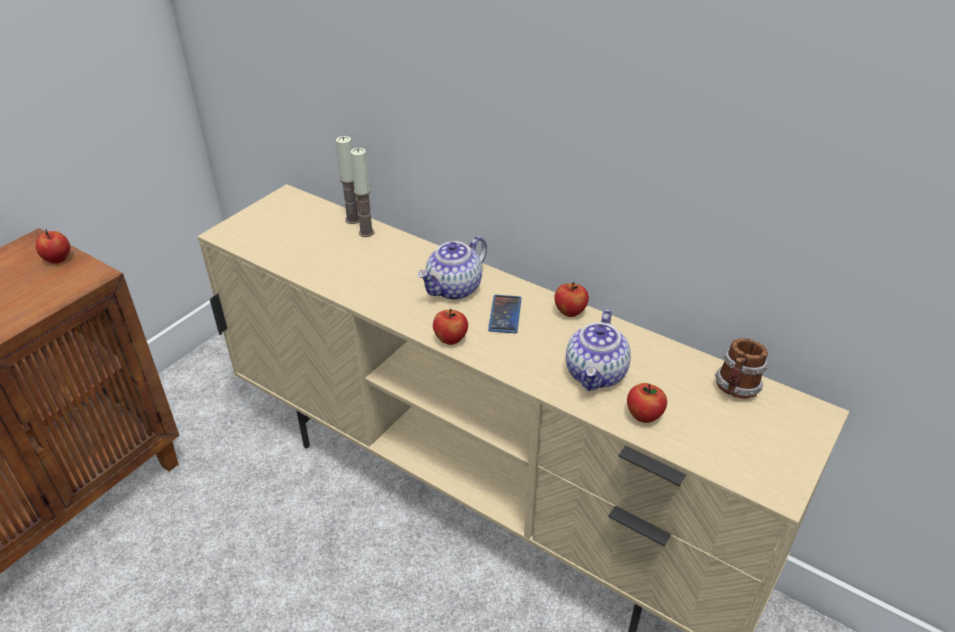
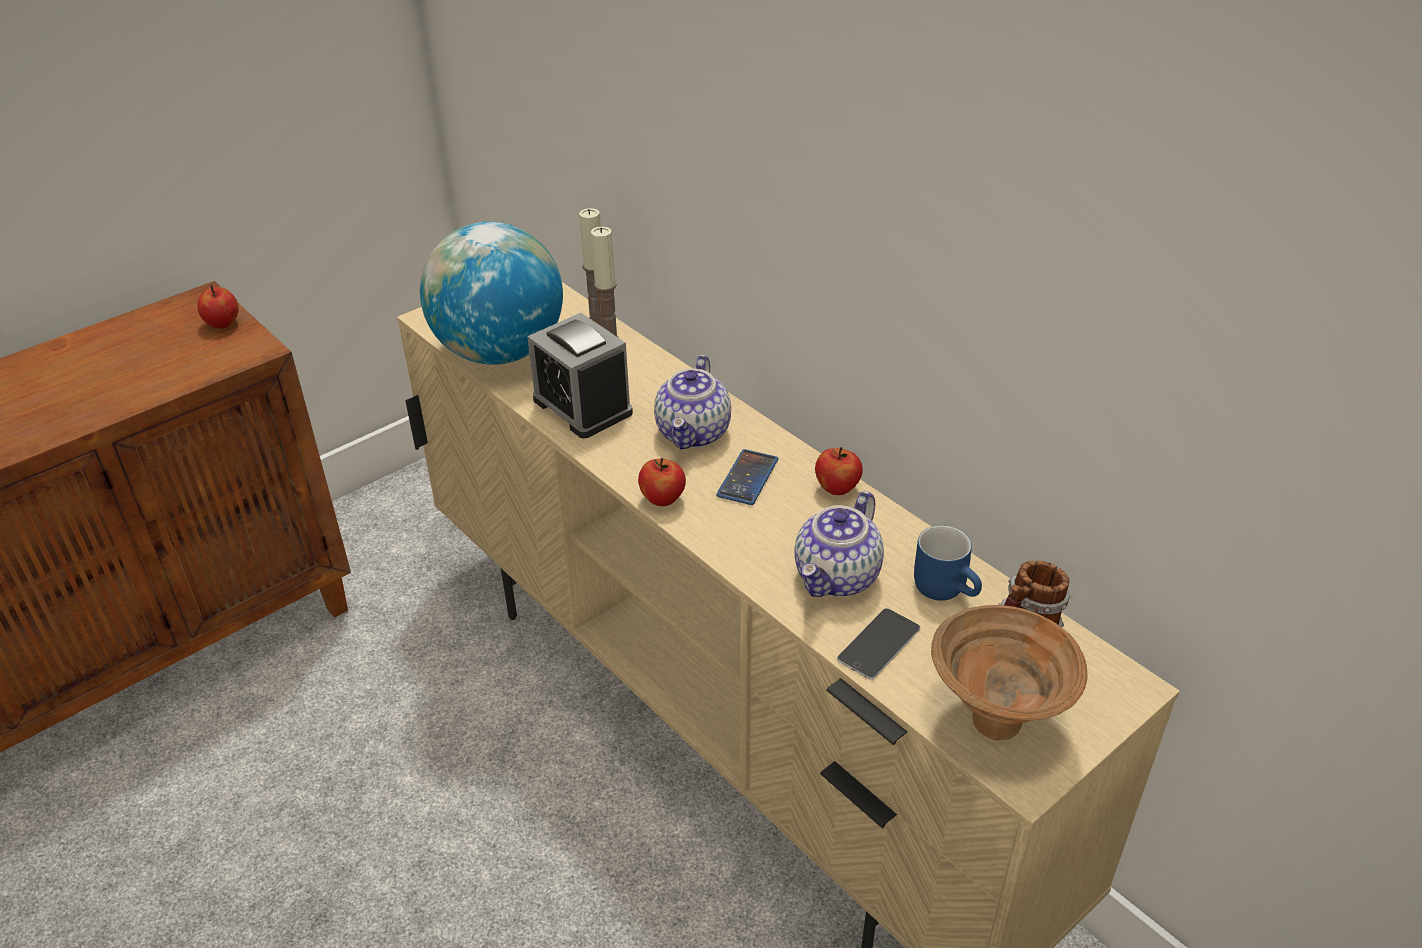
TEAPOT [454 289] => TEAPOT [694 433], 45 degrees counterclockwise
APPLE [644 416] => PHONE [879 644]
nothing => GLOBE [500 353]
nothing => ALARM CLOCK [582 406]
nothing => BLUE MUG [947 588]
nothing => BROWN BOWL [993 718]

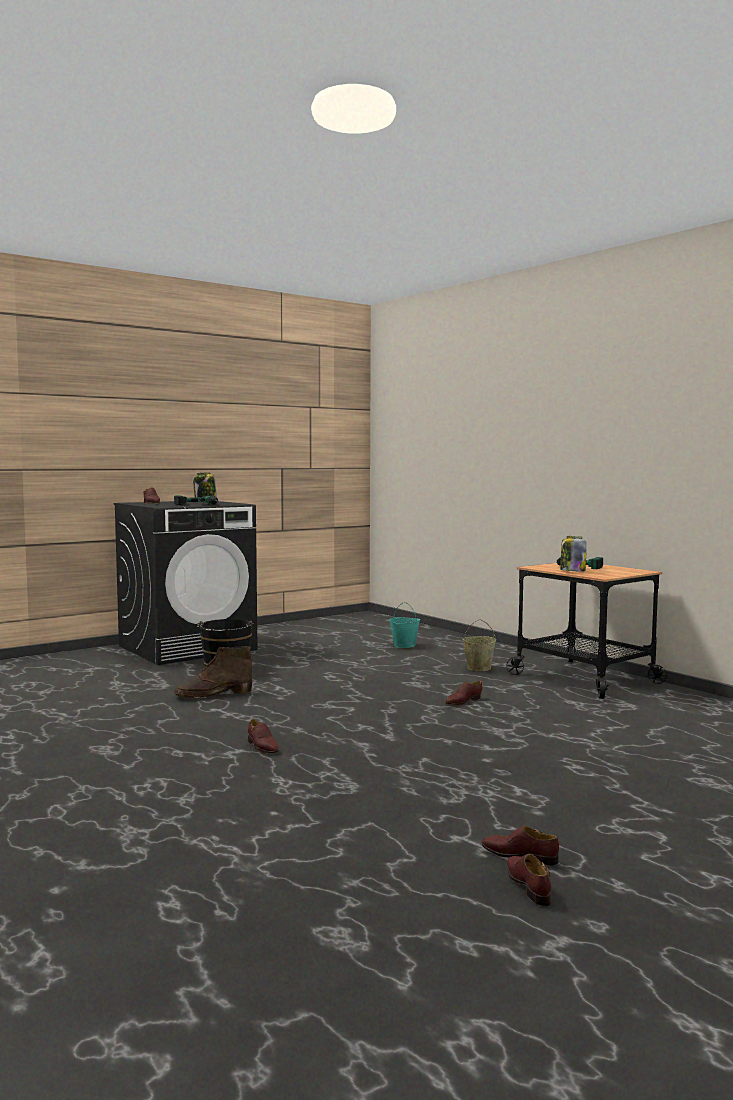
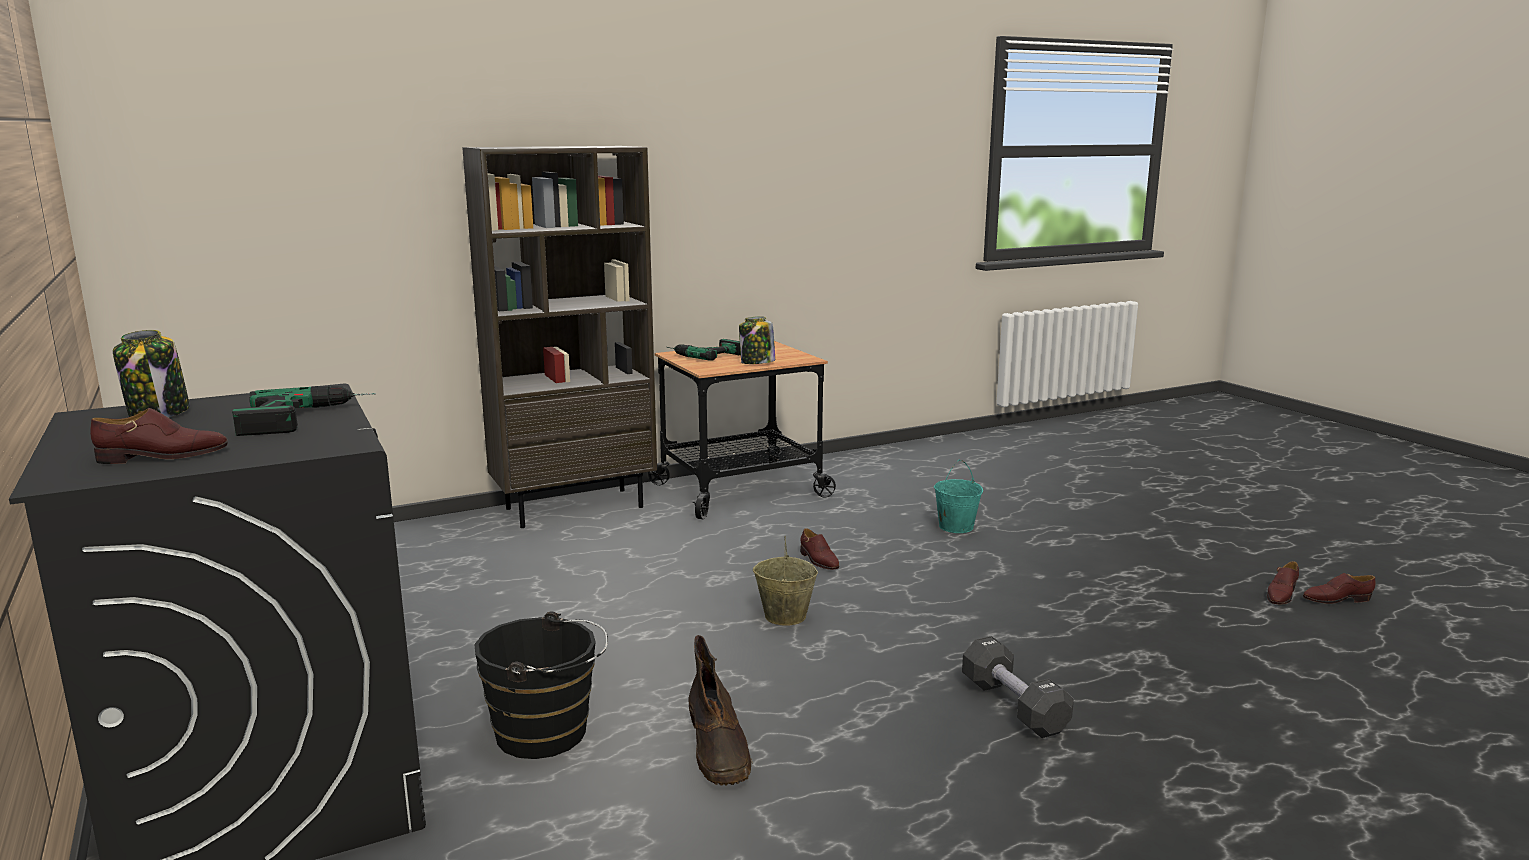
TURQUOISE BUCKET [405 645] => TURQUOISE BUCKET [955 526], relocated
BEIGE BUCKET [479 668] => BEIGE BUCKET [784 616], relocated
BROWN SHOE [262 747] => BLACK DUMBBELL [1013 706]
nothing => BROWN BOOKCASE [575 507]

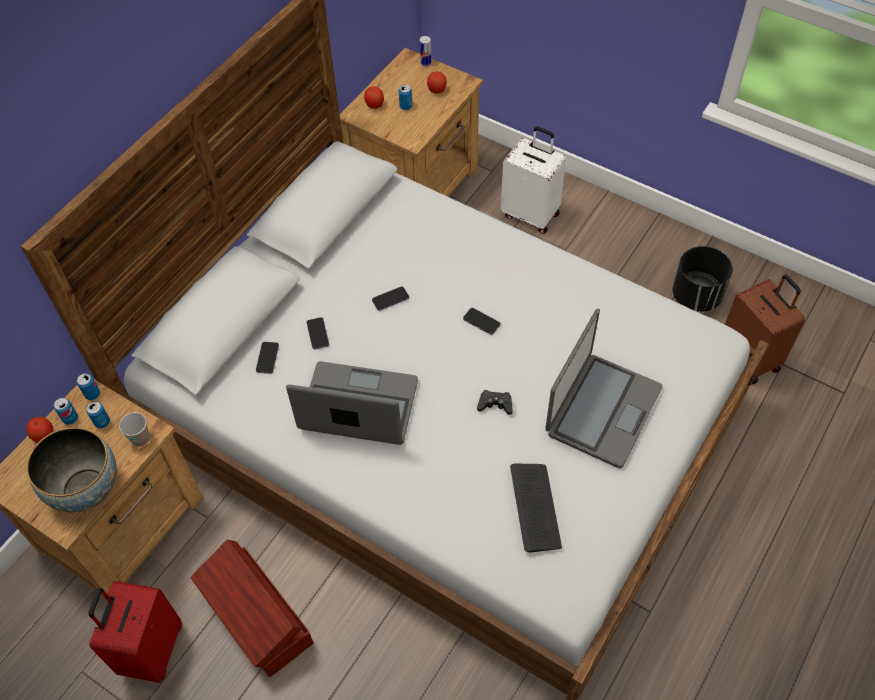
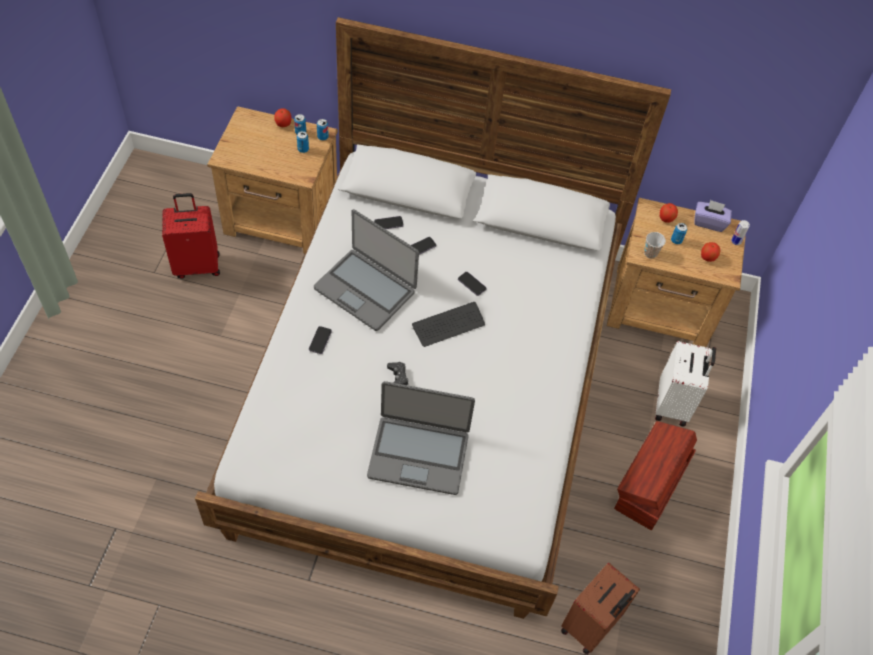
BLACK PLANTER [696 296] => nothing
PHONE [481 322] => PHONE [320 340], relocated
LAPTOP [358 407] => LAPTOP [365 289], 135 degrees clockwise
CUP [140 439] => CUP [650 253], relocated
BOWL [86 489] => nothing
KEYBOARD [535 507] => KEYBOARD [448 325], relocated
BROWN STORAGE BOX [258 619] => BROWN STORAGE BOX [650 485], relocated
nothing => PURPLE TISSUE BOX [709 222]

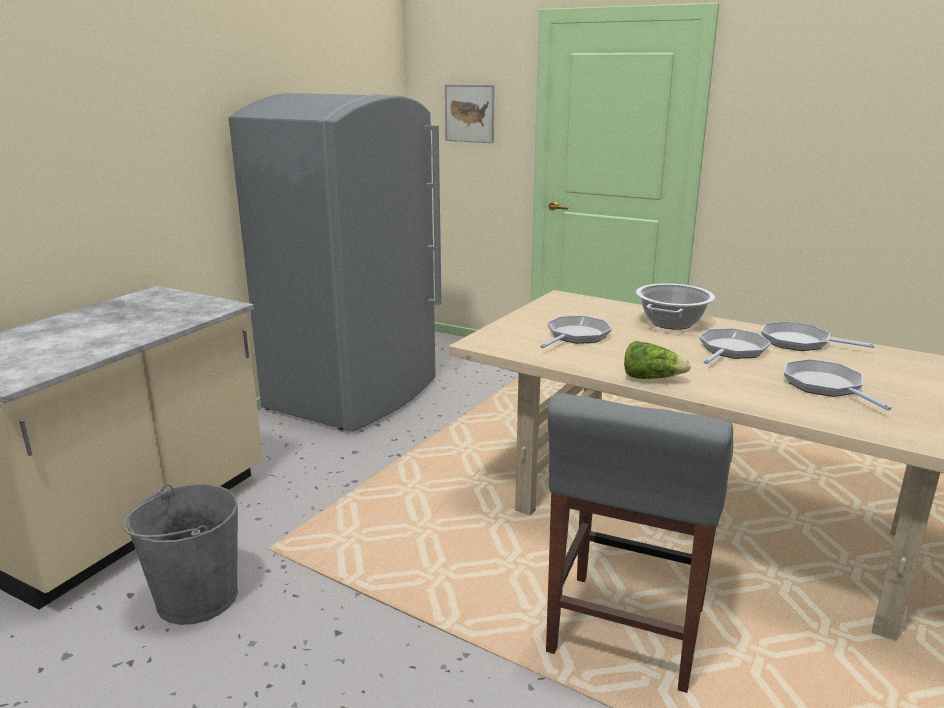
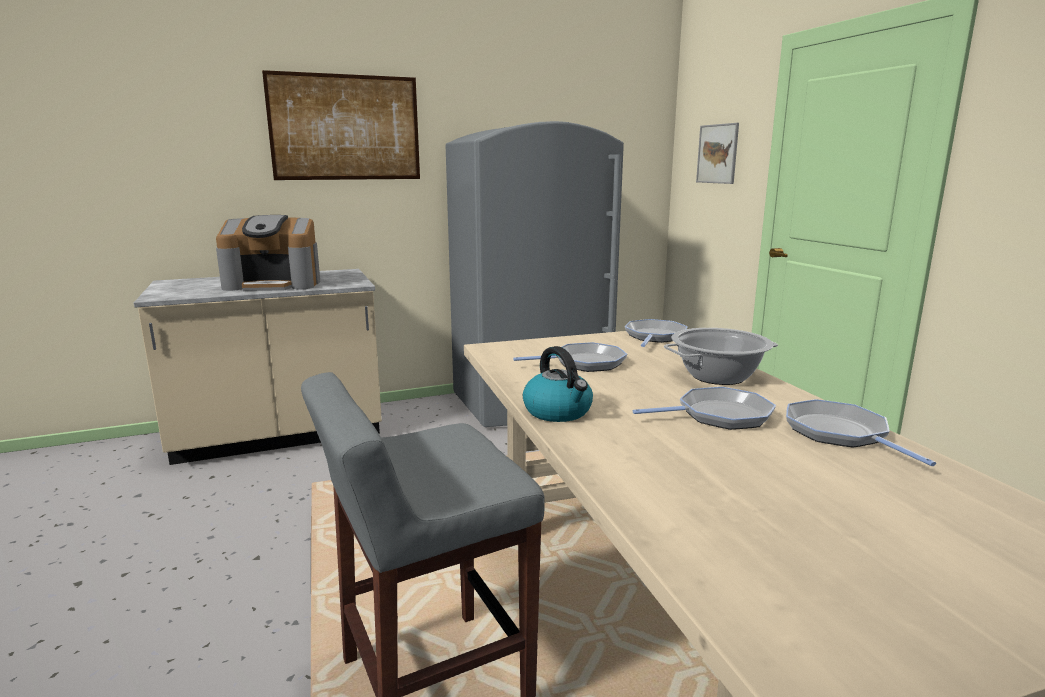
LETTUCE [651 378] => KETTLE [558 412]
FRYING PAN [825 386] => FRYING PAN [654 337], relocated
GREY BUCKET [196 598] => nothing
nothing => PICTURE [345 128]
nothing => COFFEE MACHINE [274 284]

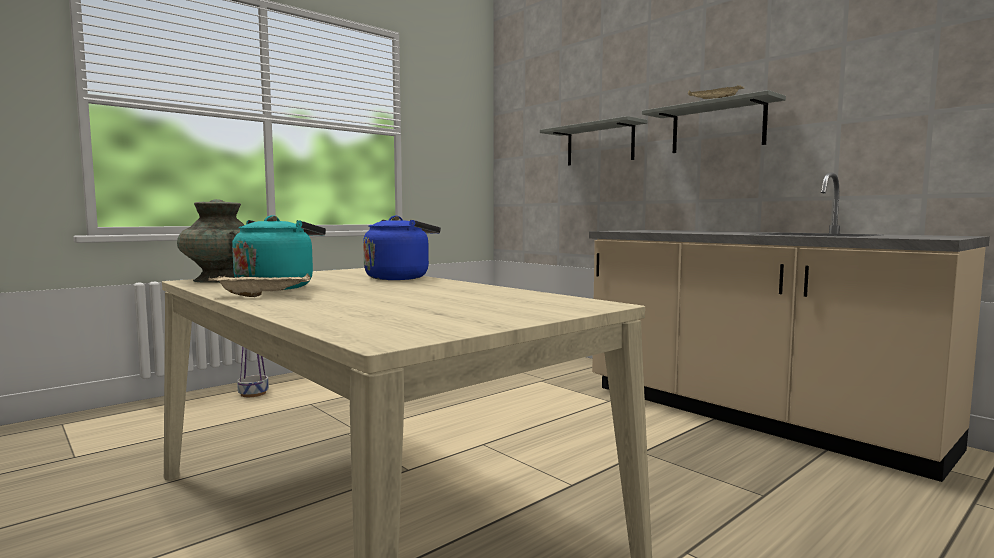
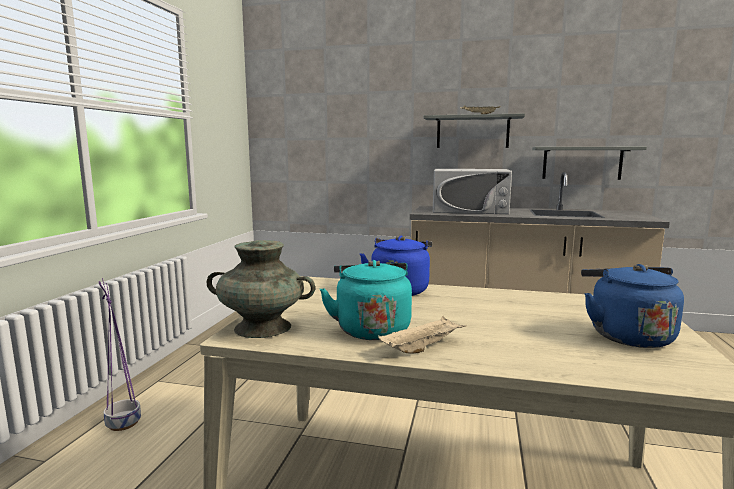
GREY SHELF [600 144] => GREY SHELF [582 163], relocated
nothing => WHITE MICROWAVE [469 210]
nothing => BLUE KETTLE [626 335]

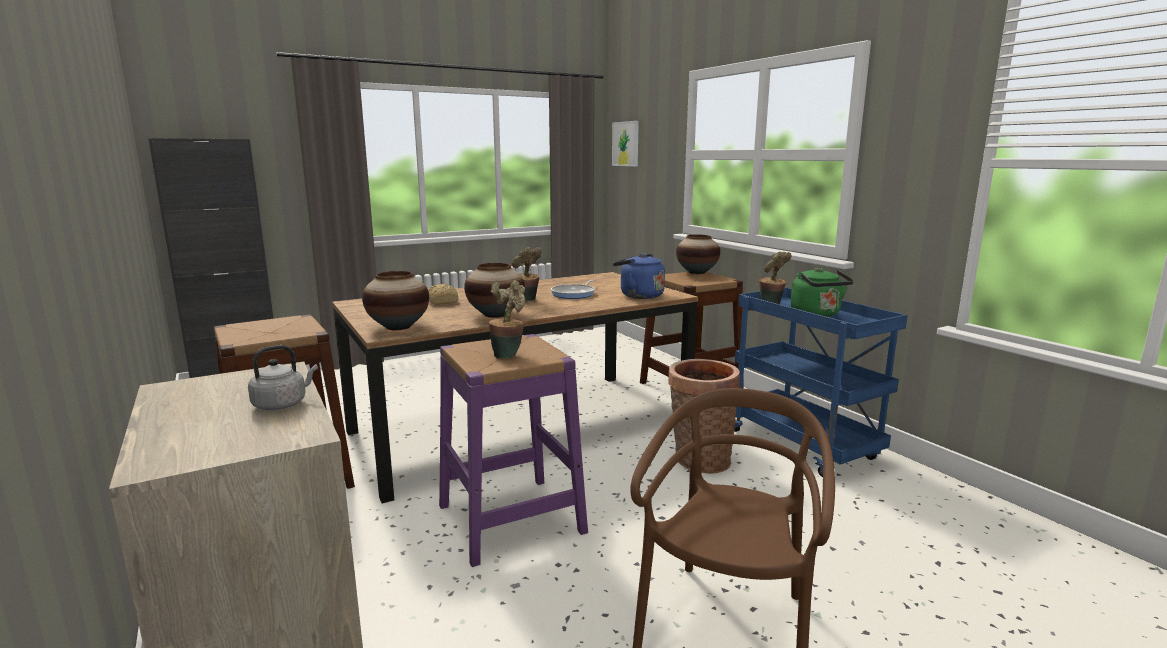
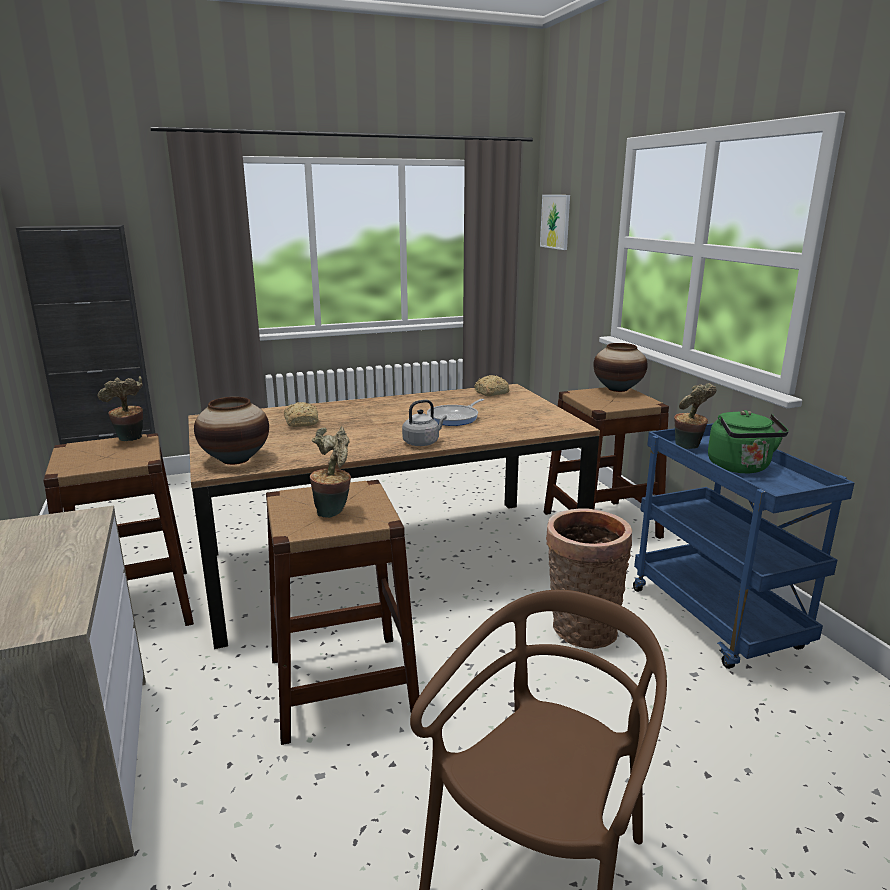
POTTED PLANT [527 301] => POTTED PLANT [130 440], relocated
BLUE KETTLE [638 296] => nothing
VASE [495 315] => nothing
PURPLE STOOL [511 518] => BROWN STOOL [342 685]
GREY KETTLE [282 404] => GREY KETTLE [422 442], relocated
nothing => BREAD [490 393]

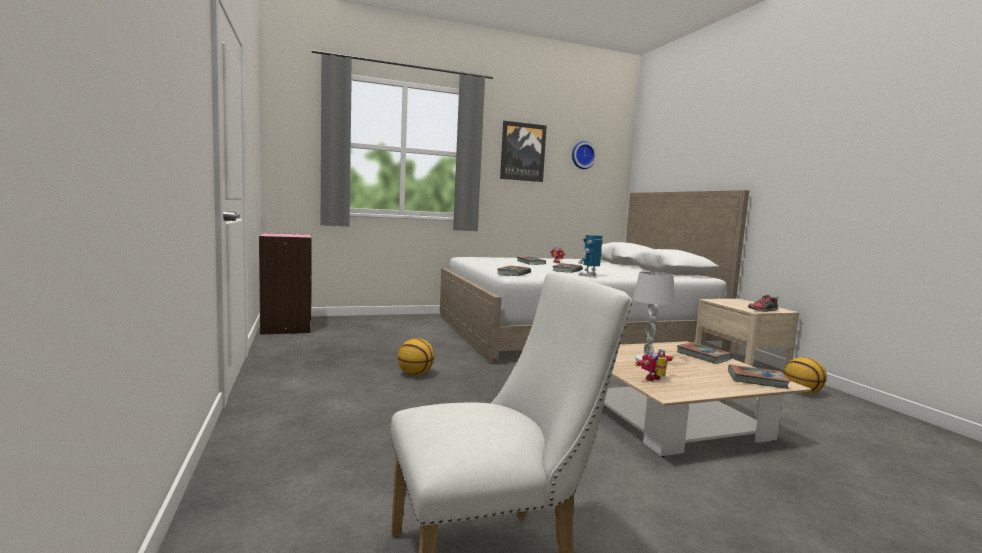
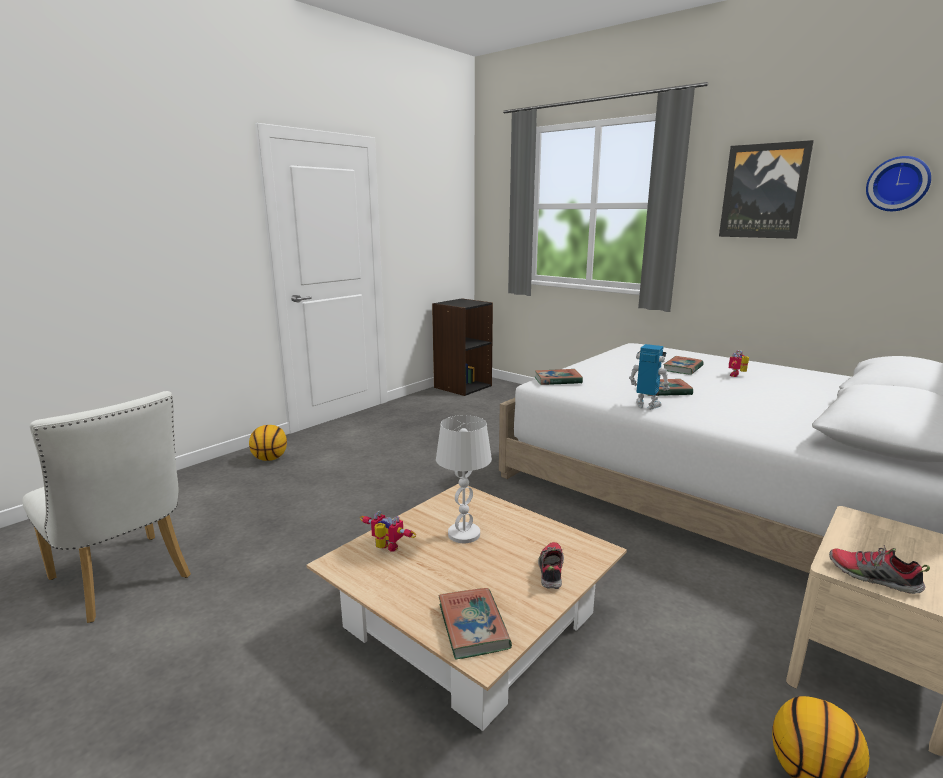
PINK BOOKCASE [286 327] => BLACK BOOKCASE [462 386]
BASKETBALL [415 374] => BASKETBALL [270 459], relocated
BOOK [703 356] => SHOE [551 571]

